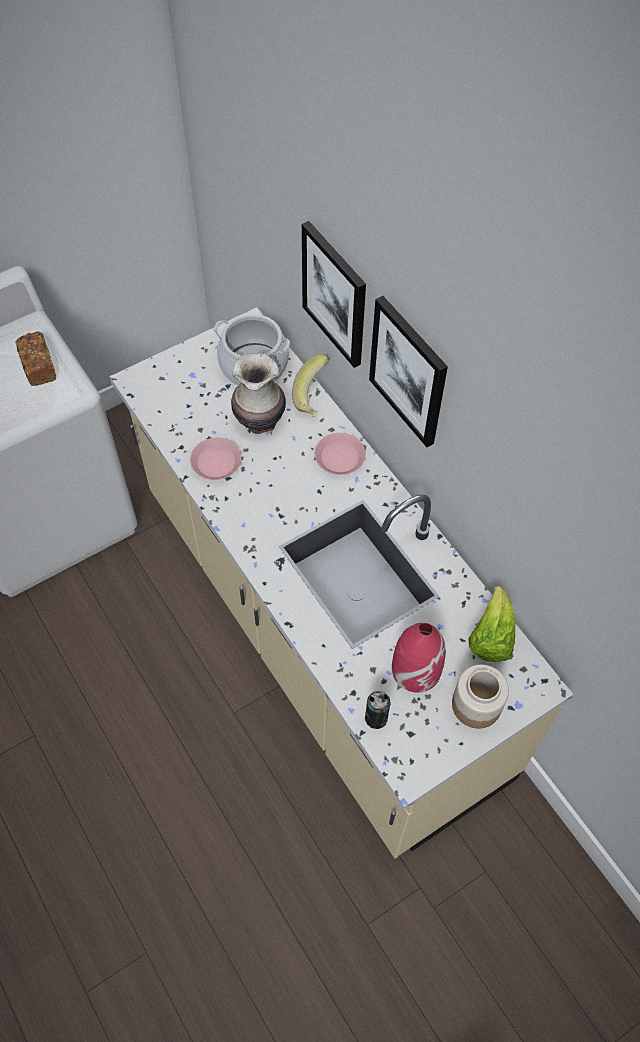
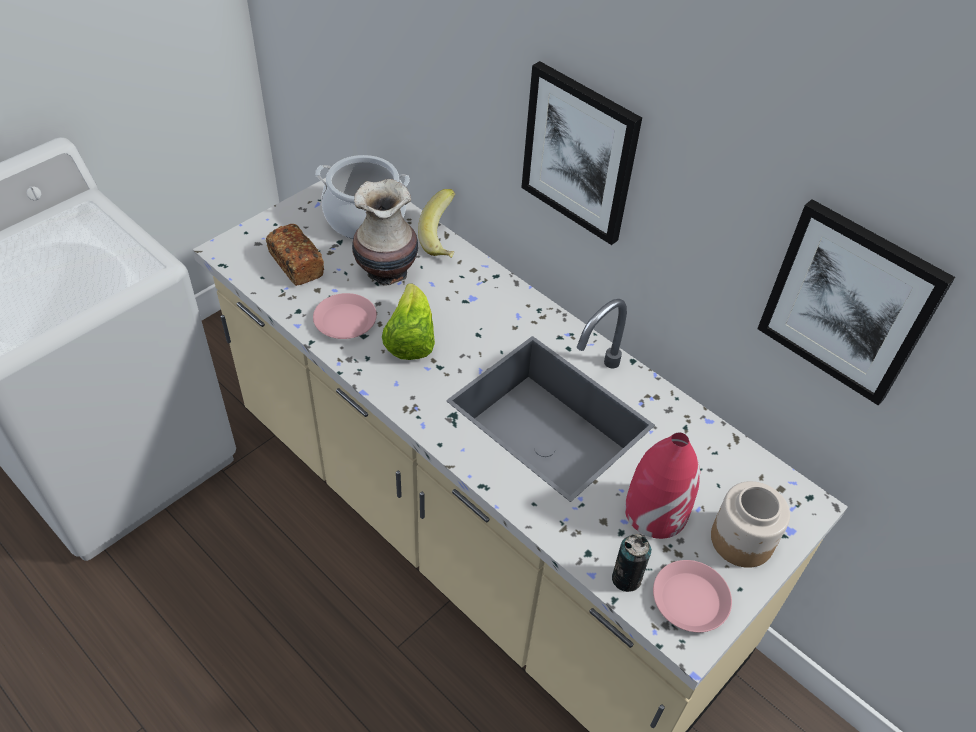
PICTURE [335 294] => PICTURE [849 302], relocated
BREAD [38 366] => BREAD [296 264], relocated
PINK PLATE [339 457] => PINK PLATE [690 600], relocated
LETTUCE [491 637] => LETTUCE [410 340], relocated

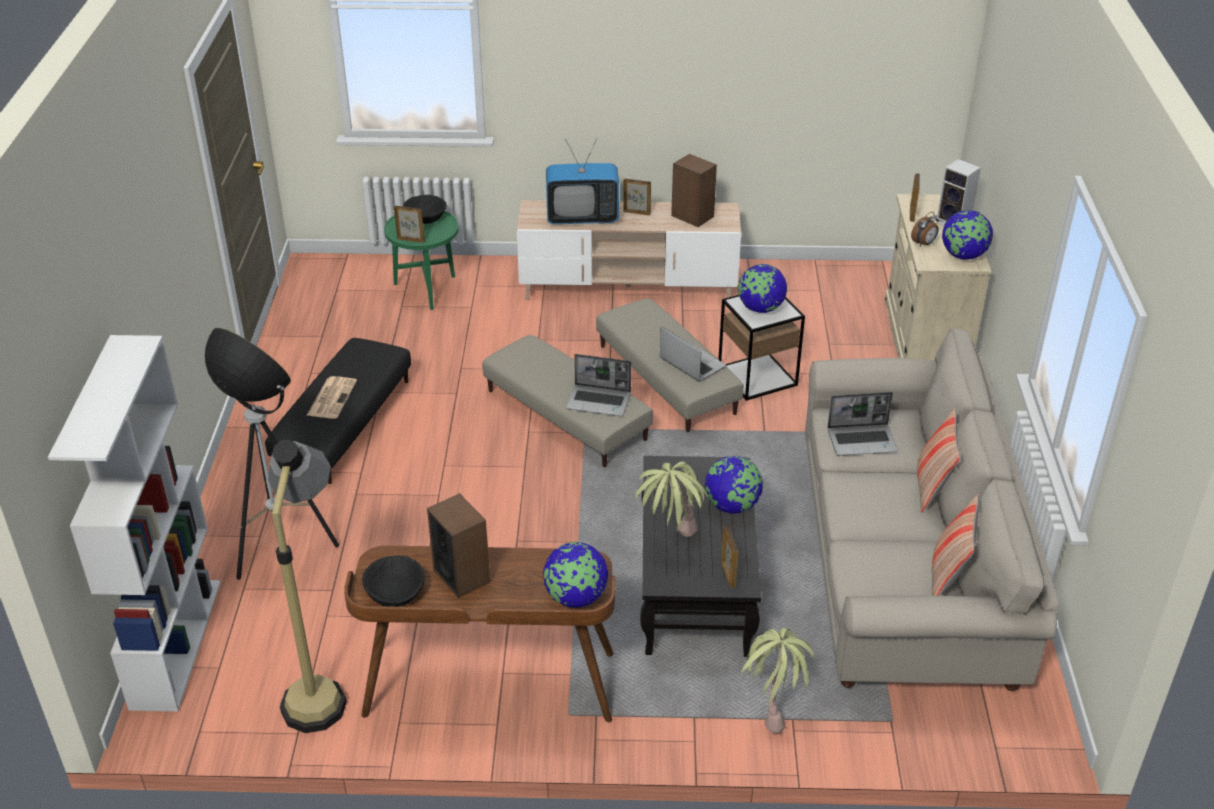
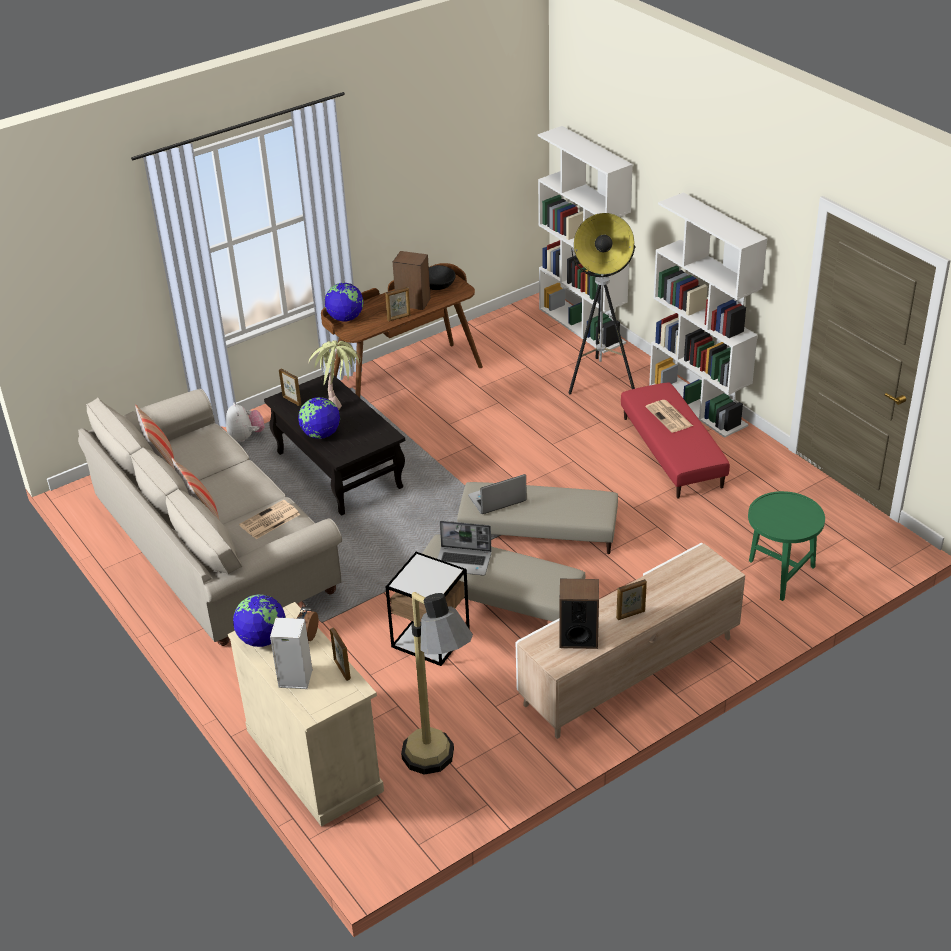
TELEVISION [582 218] => nothing
BLACK BOWL [425 217] => nothing
PICTURE FRAME [411 240] => PICTURE FRAME [399 318], relocated
GLOBE [760 308] => nothing
BLACK OTTOMAN [343 424] => RED OTTOMAN [672 452]
LAPTOP [862 440] => NEWSPAPER [269 520]
FLOOR LAMP [321 683] => FLOOR LAMP [440 770], relocated
POTTED PLANT [772 709] => PLUSH TOY [246 437]
nothing => WHITE BOOKCASE [698 405]

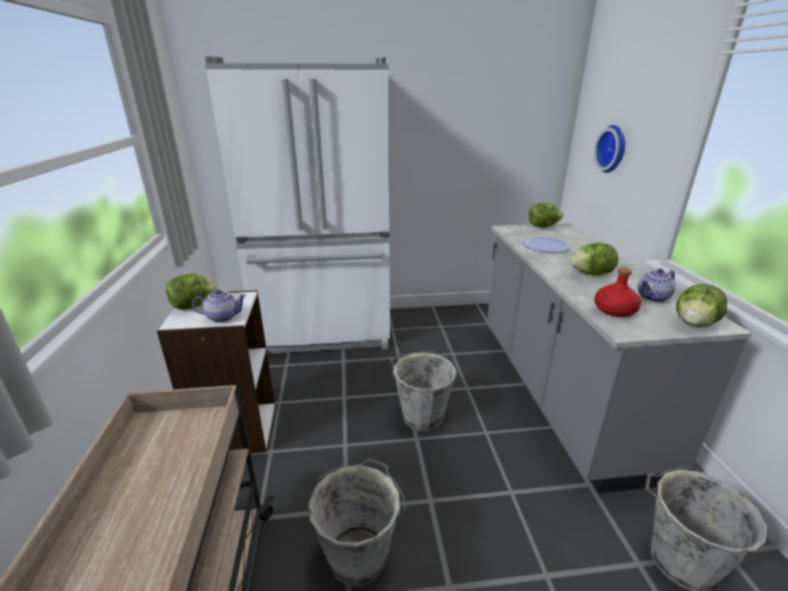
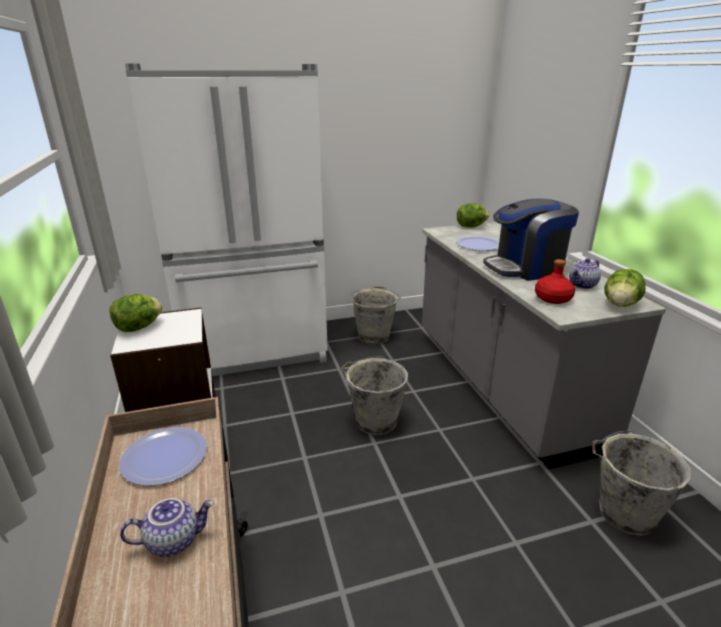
WALL CLOCK [613 149] => nothing
LETTUCE [591 274] => COFFEE MACHINE [525 268]
TEAPOT [223 317] => TEAPOT [174 540], relocated
GREY BUCKET [359 553] => GREY BUCKET [374 336], relocated
nothing => PLATE [165 456]

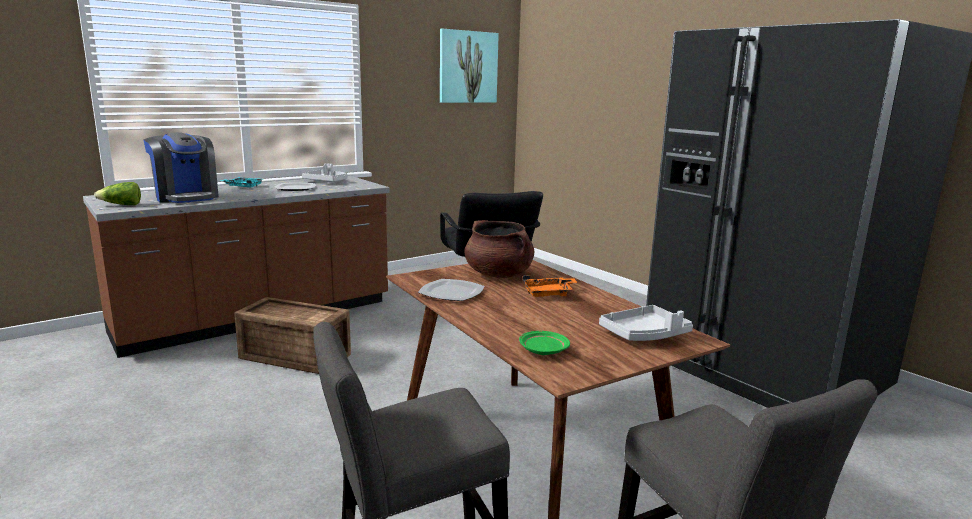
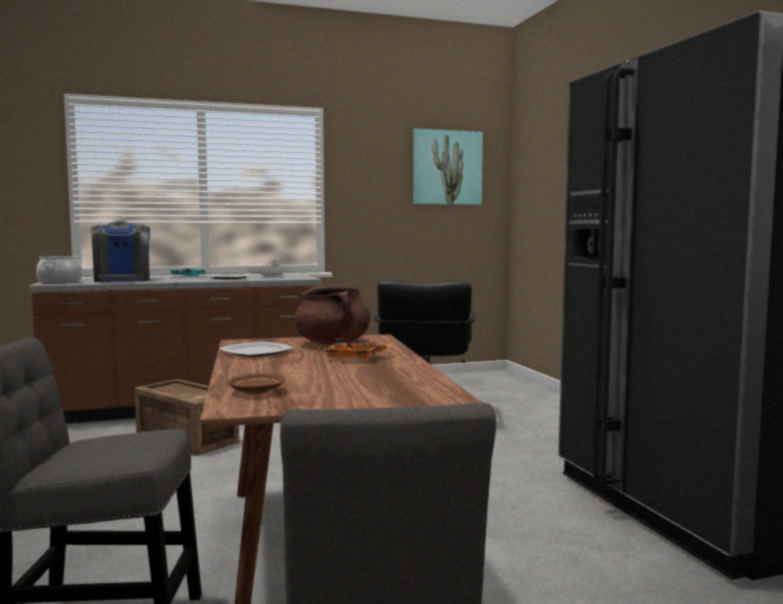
LETTUCE [121 205] => COOKING POT [60 282]
GREY TRAY [645 334] => nothing
GREEN PLATE [543 350] => BROWN PLATE [256 391]

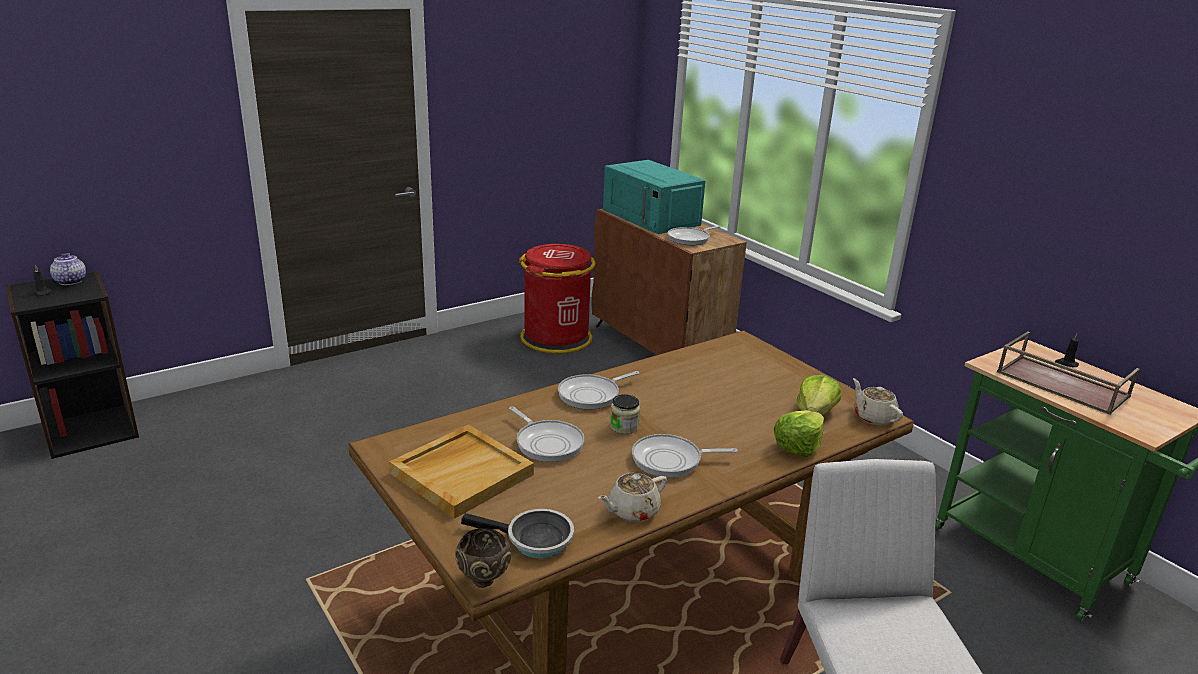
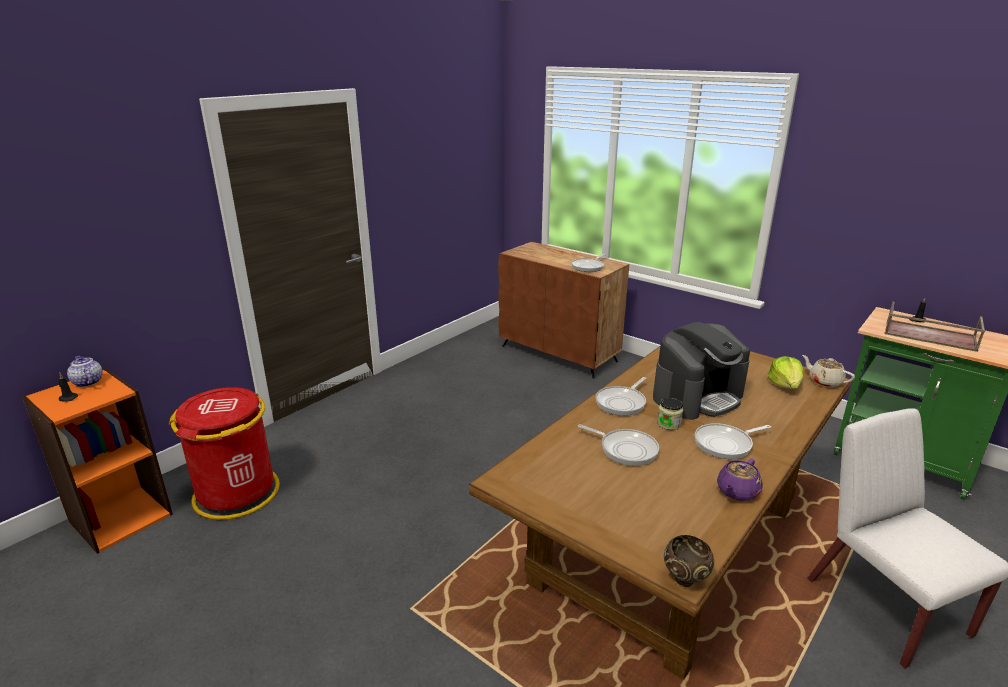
TURQUOISE MICROWAVE [652 217] => nothing
RED TRASH CAN [556 338] => RED TRASH CAN [237 493], relocated
BLACK BOOKCASE [91 430] => ORANGE BOOKCASE [120 517]
LETTUCE [798 446] => nothing
BEIGE TRAY [462 473] => nothing
BEIGE TEAPOT [632 511] => PURPLE TEAPOT [737 492]
FRYING PAN [534 540] => nothing
nothing => COFFEE MACHINE [697 396]

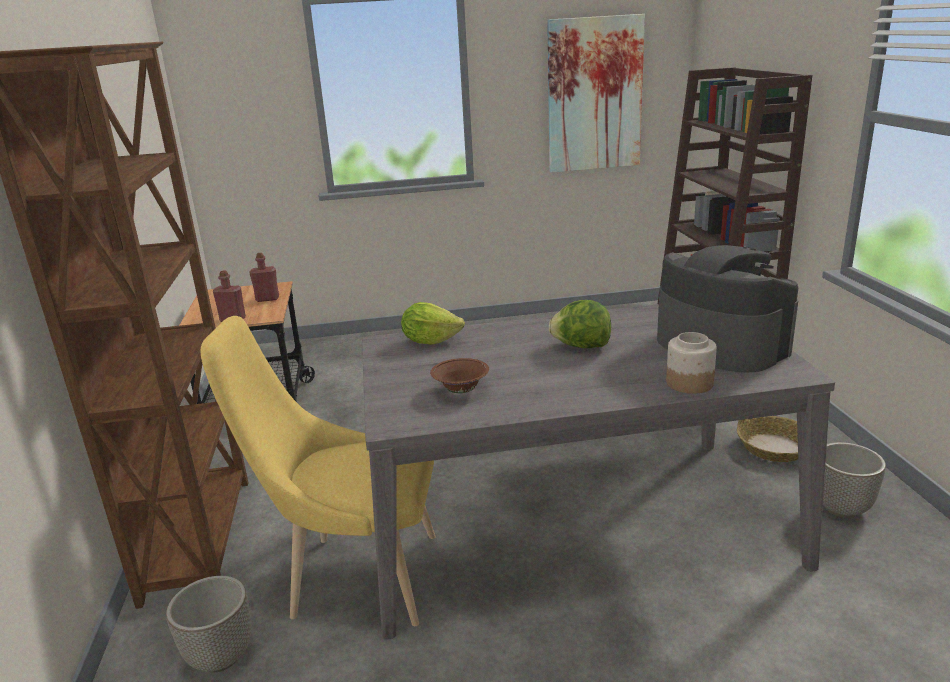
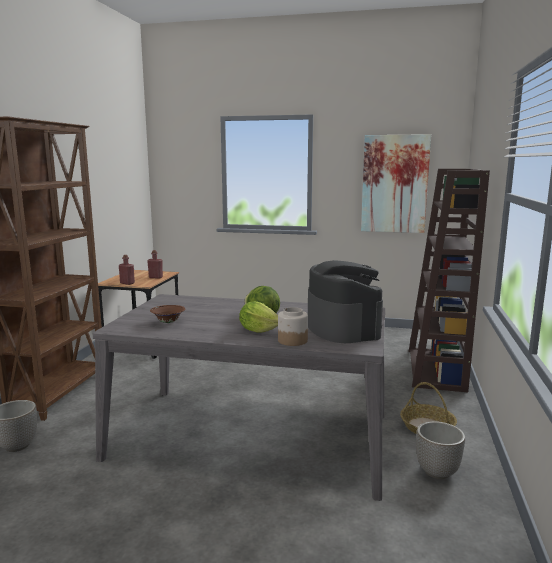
LETTUCE [430 341] => LETTUCE [258 330], relocated
YELLOW CHAIR [354 577] => nothing

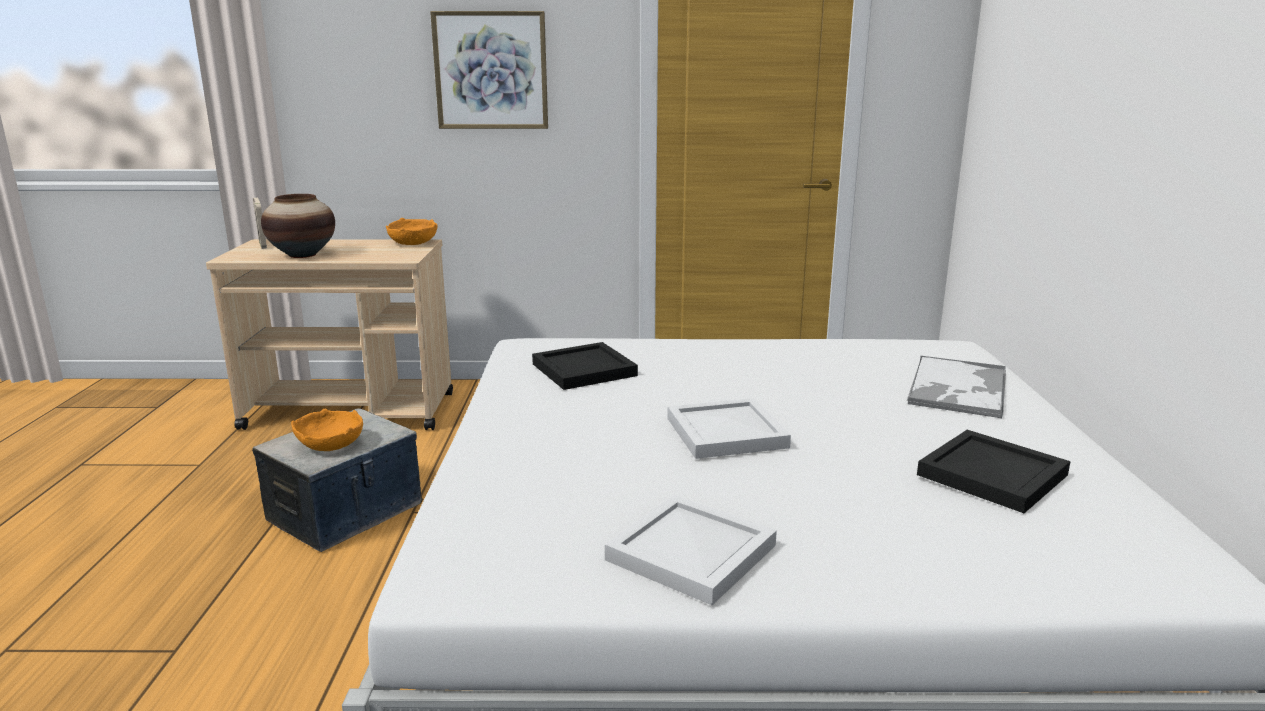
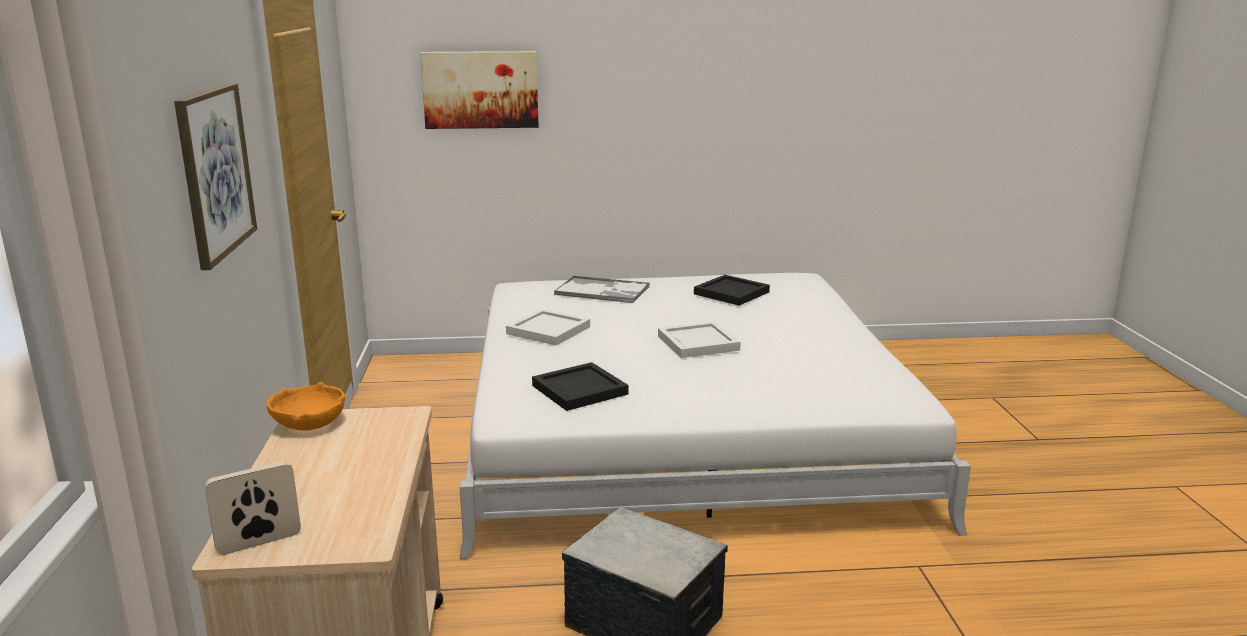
VASE [302 255] => nothing
ORANGE BOWL [331 445] => nothing
WHITE TRAY [688 553] => WHITE TRAY [548 331], relocated
nothing => PICTURE [480 89]

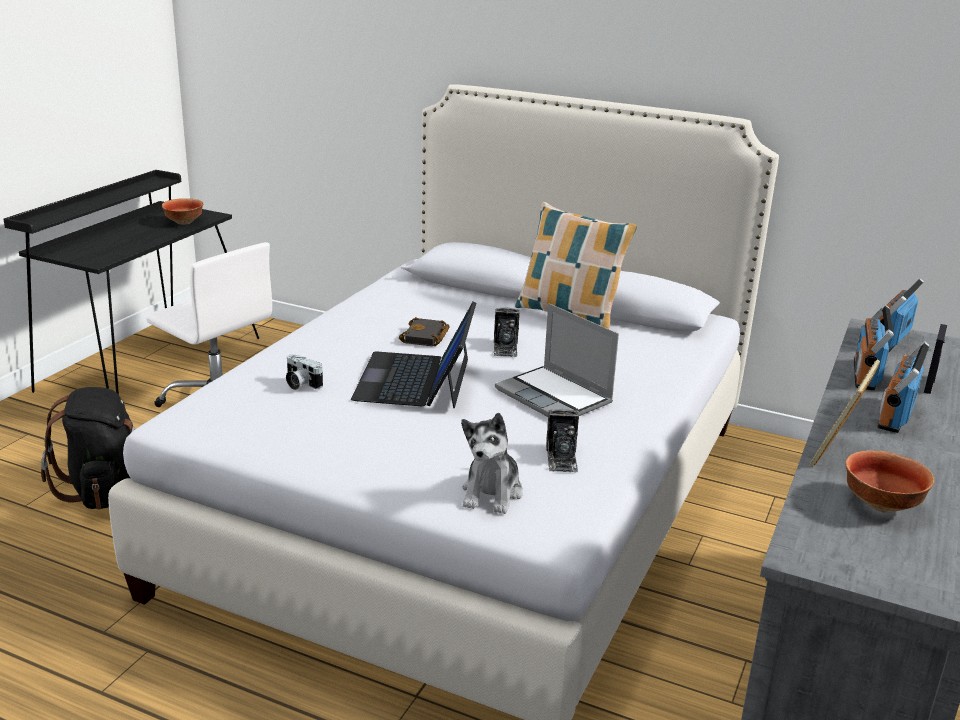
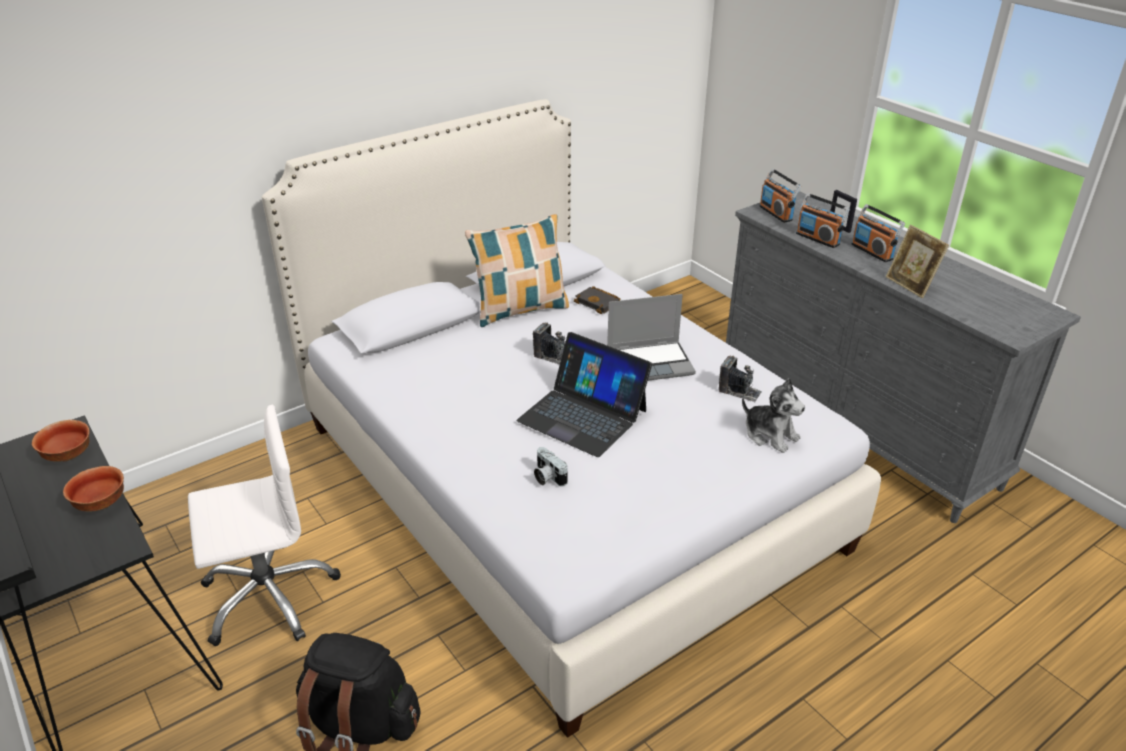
BLACK BOOK [426 337] => BLACK BOOK [598 303], relocated
PHOTO CAMERA [300 384] => PHOTO CAMERA [547 477], 75 degrees clockwise
BOWL [880 504] => BOWL [100 504], relocated

